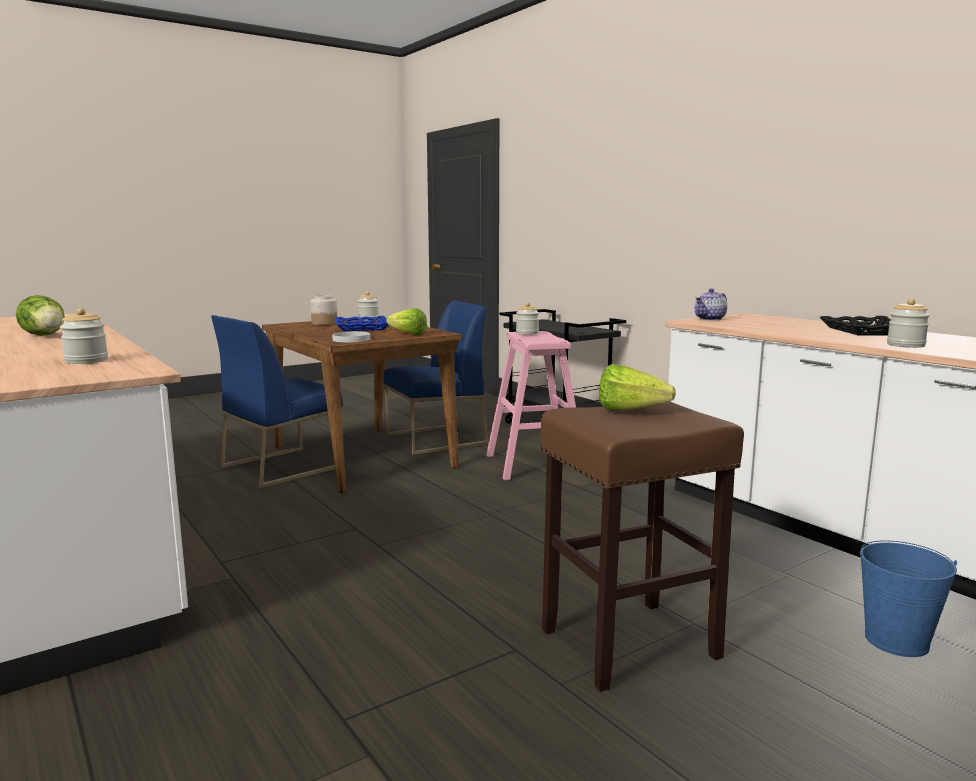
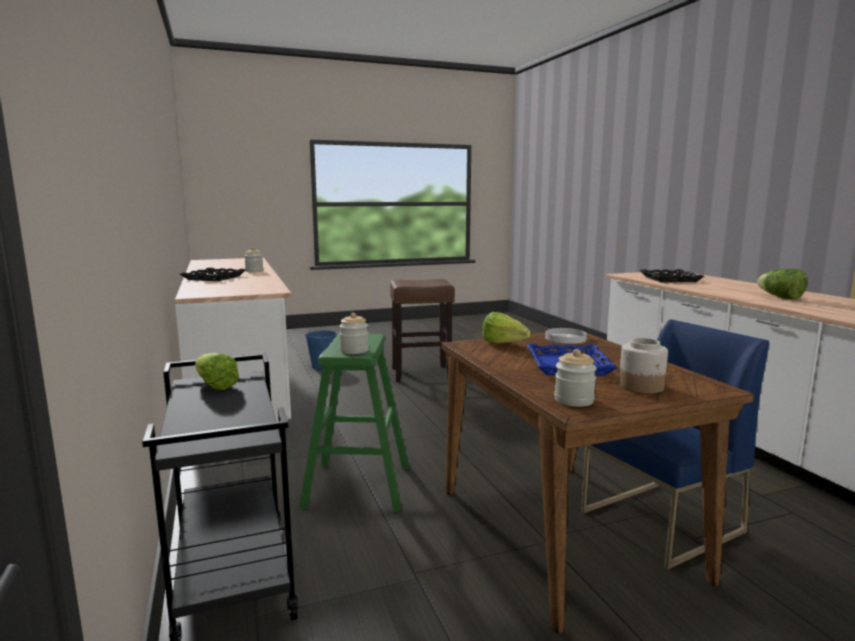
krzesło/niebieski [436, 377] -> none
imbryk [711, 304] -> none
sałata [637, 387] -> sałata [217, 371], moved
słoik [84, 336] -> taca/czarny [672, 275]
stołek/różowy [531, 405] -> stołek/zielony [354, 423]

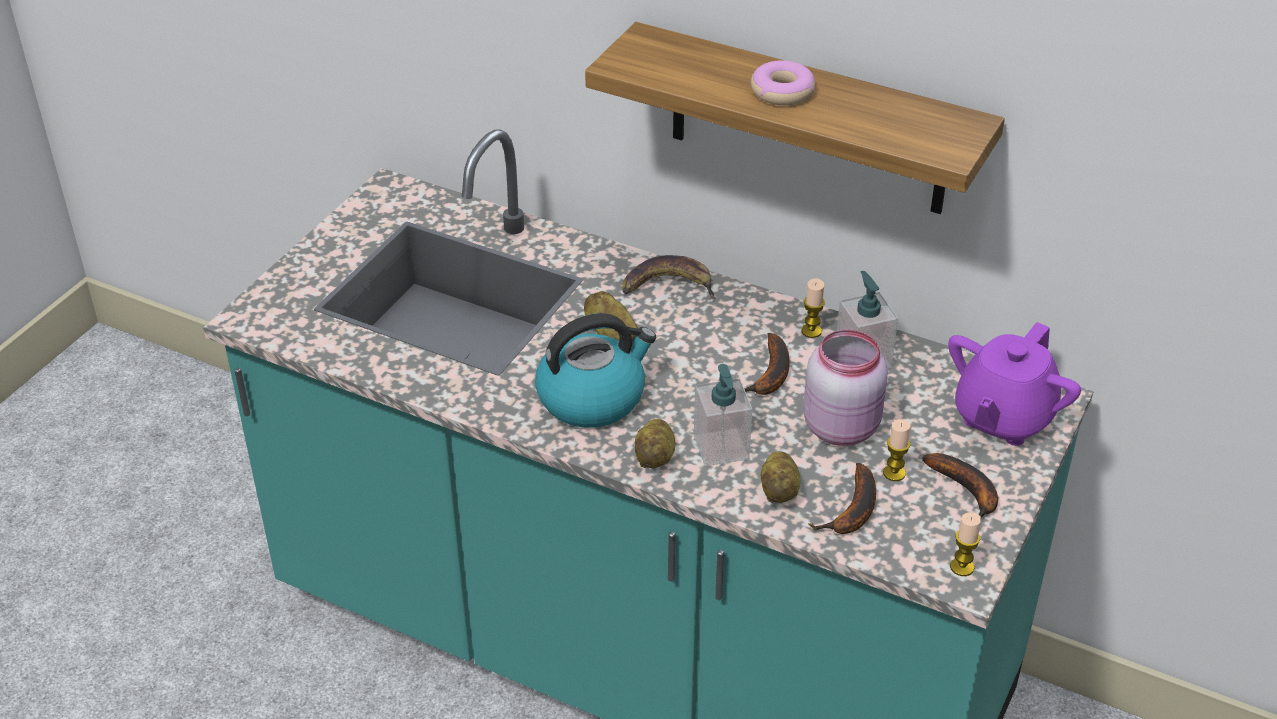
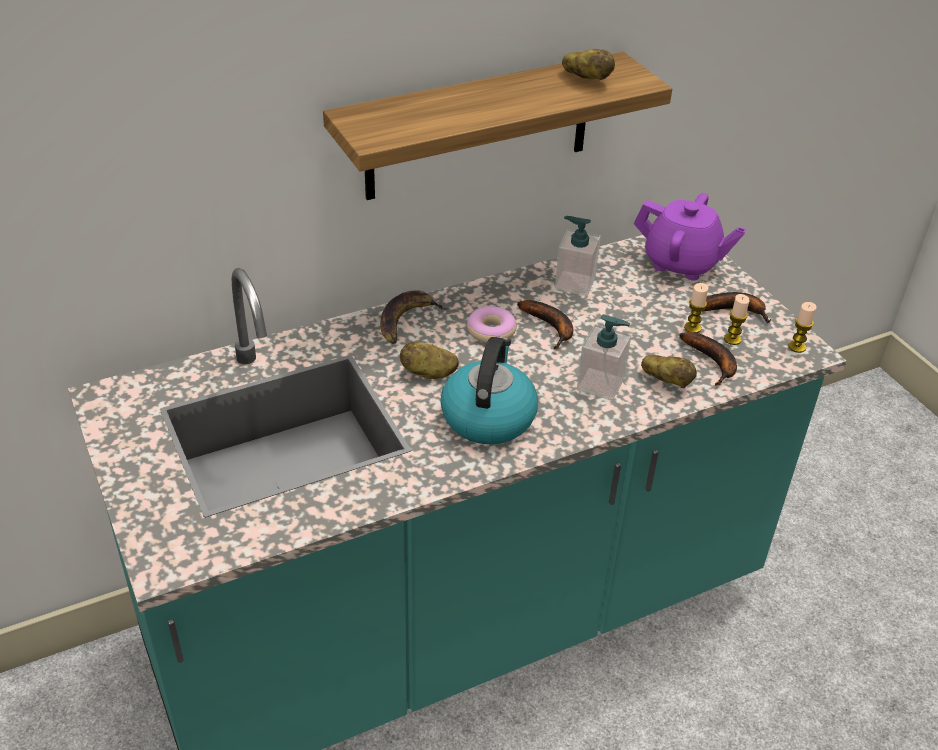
słoik/różowy [845, 387] -> none
ziemniak [655, 444] -> ziemniak [588, 64], moved
donut [783, 82] -> donut [492, 324], moved
świeca [813, 308] -> świeca [737, 319], moved
imbryk/fioletowy [1014, 384] -> imbryk/fioletowy [690, 237], 45 degrees counterclockwise

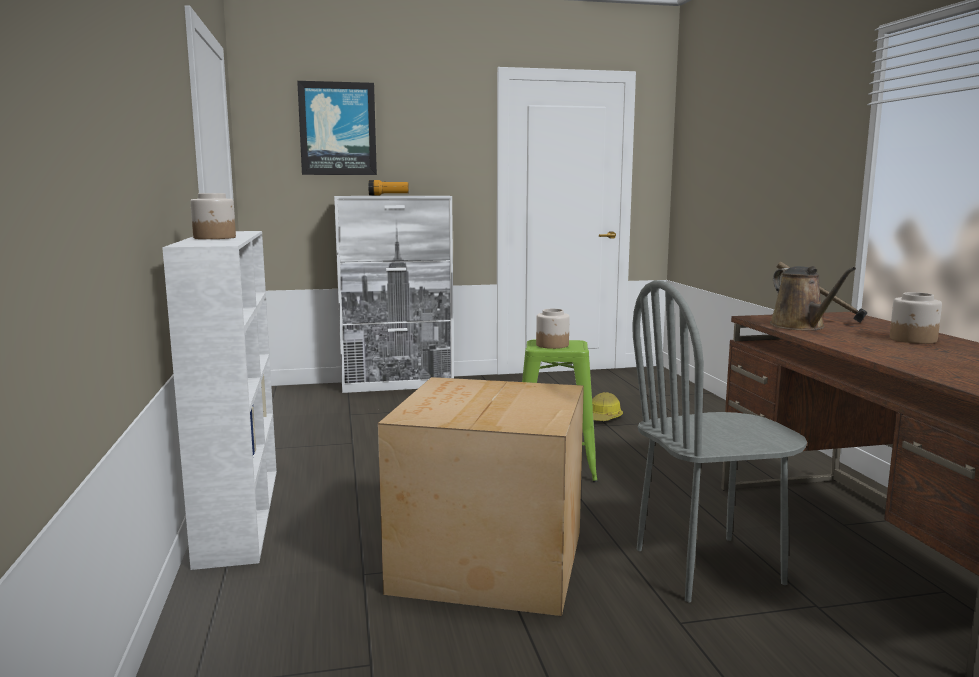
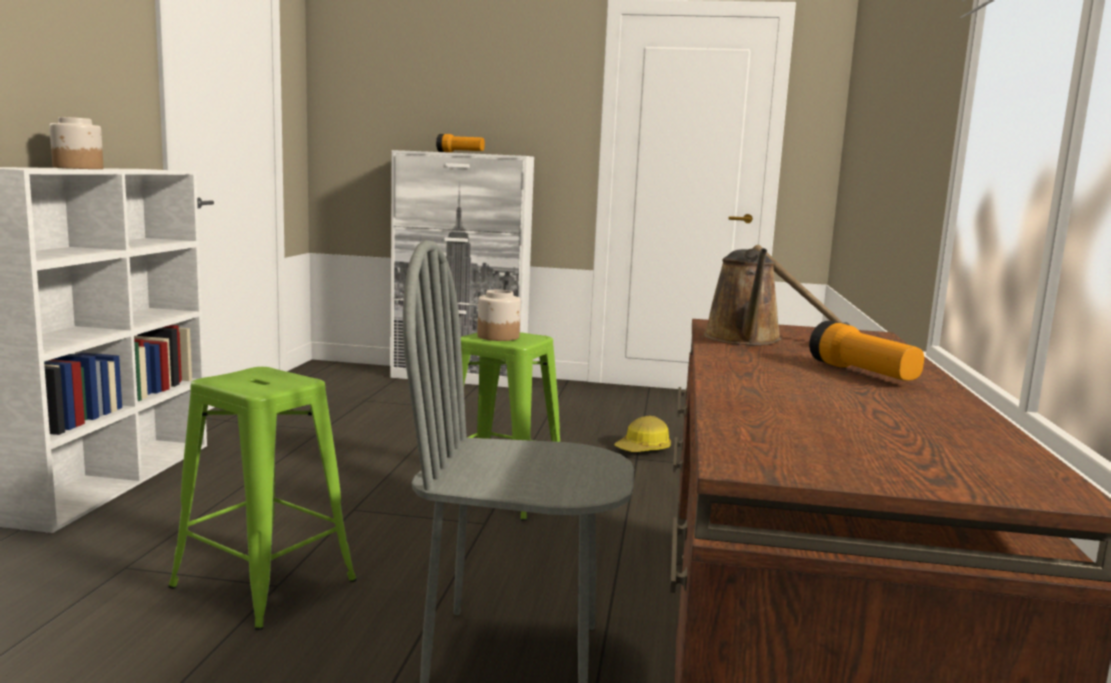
obraz [337, 128] -> none
karton [481, 496] -> stołek/zielony [262, 498]
słoik [916, 318] -> latarka [866, 351]

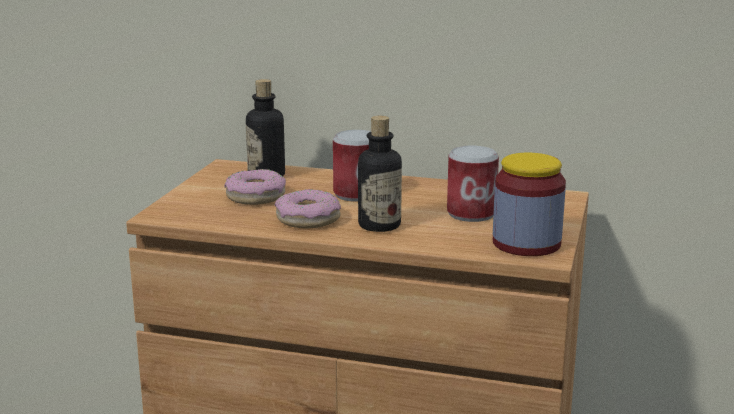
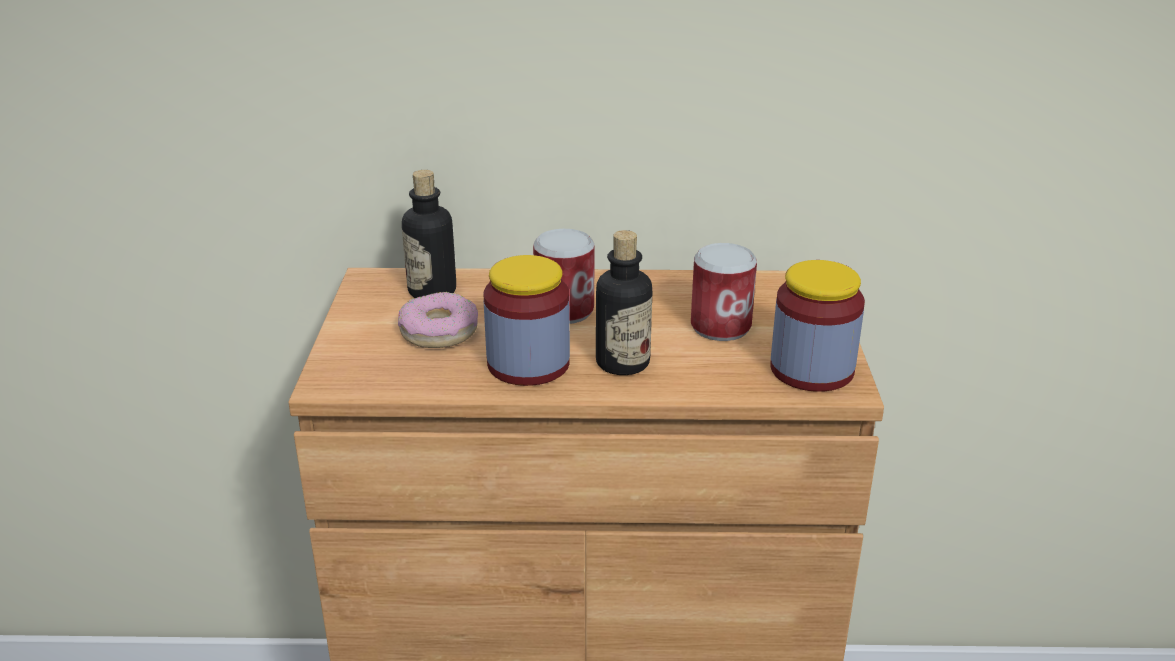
donut [308, 208] -> słoik [526, 320]

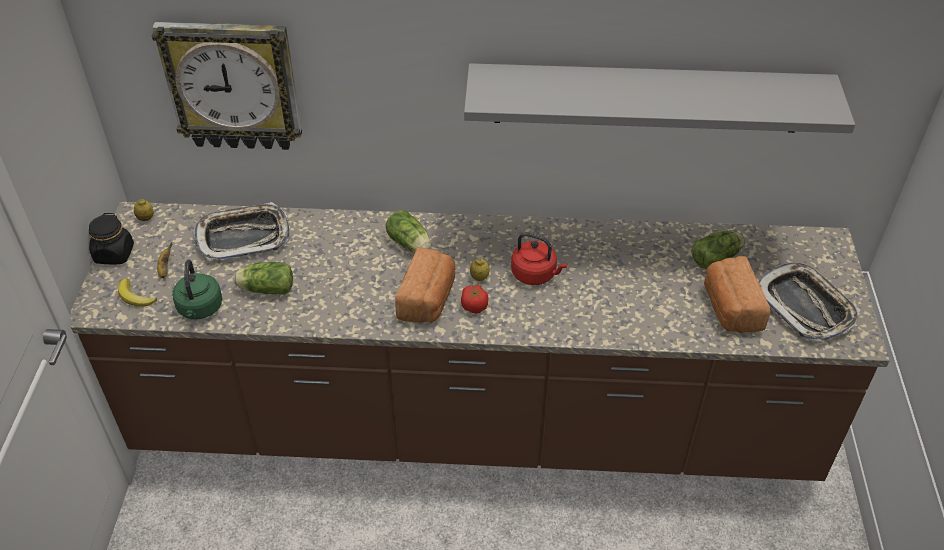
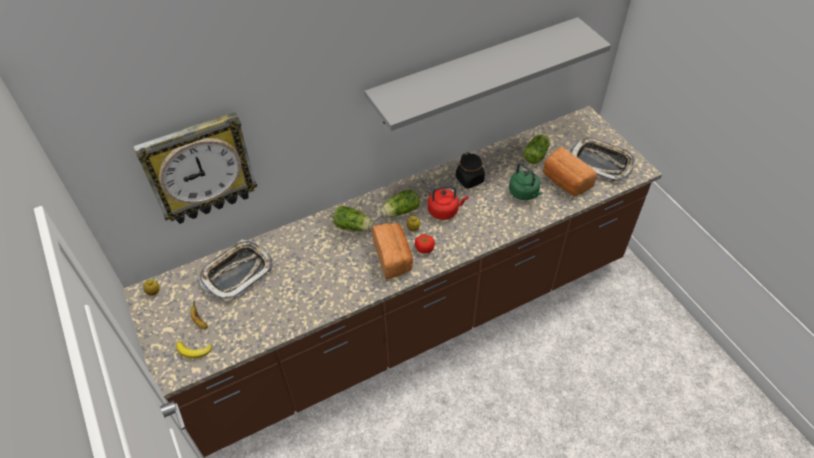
słoik/czarny [111, 238] -> słoik/czarny [470, 170], moved
czajnik/zielony [197, 289] -> czajnik/zielony [525, 181], moved
sałata [263, 278] -> sałata [400, 203], moved

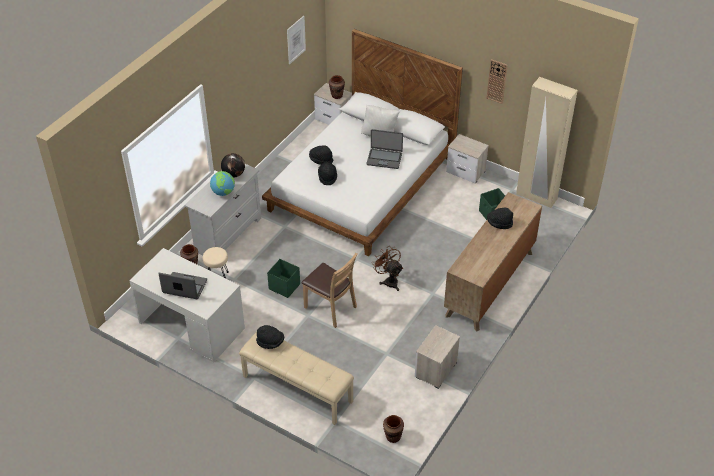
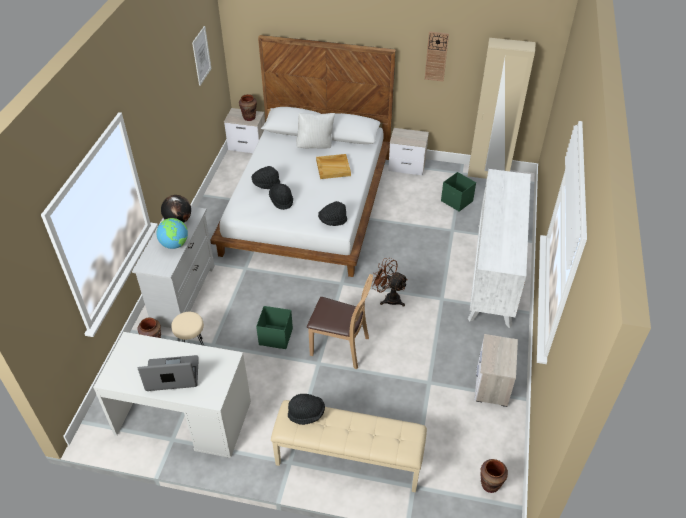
kapelusz/czarny [500, 218] -> kapelusz/czarny [332, 213], moved
laptop [384, 149] -> taca/beżowy [333, 166]
komoda/brązowy [493, 262] -> komoda/biały [499, 248]

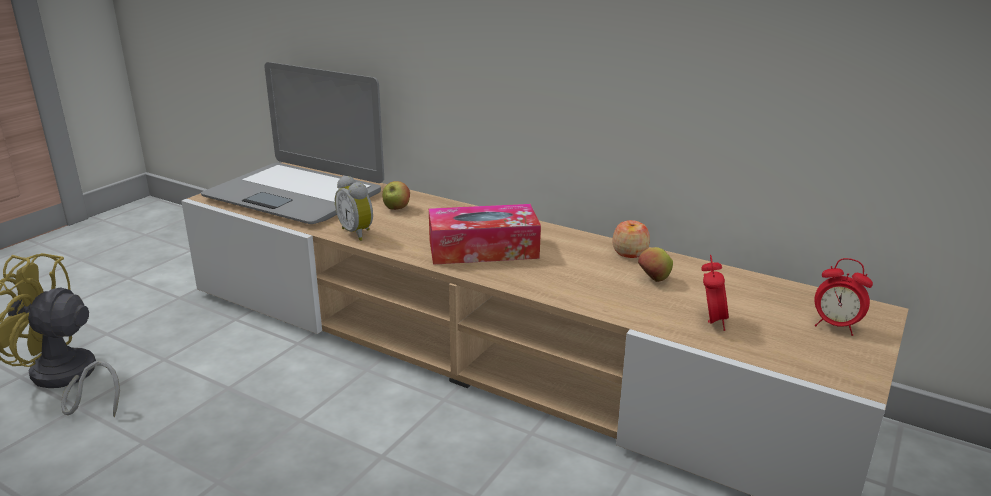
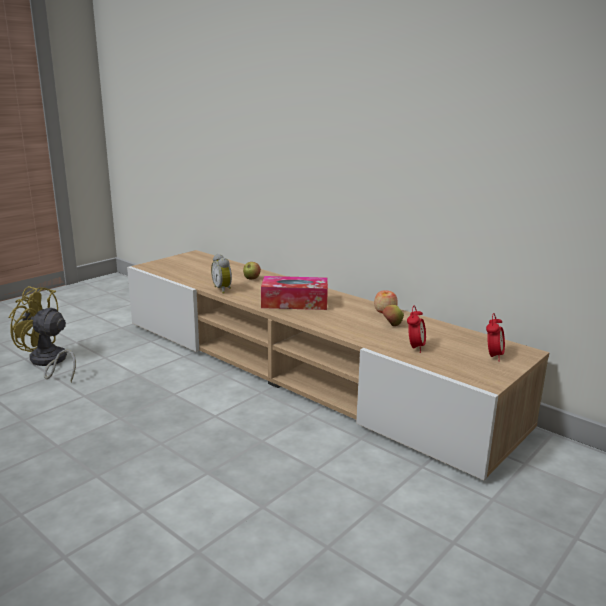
laptop [292, 143] -> none
budzik [844, 297] -> budzik [495, 337], 105 degrees counterclockwise

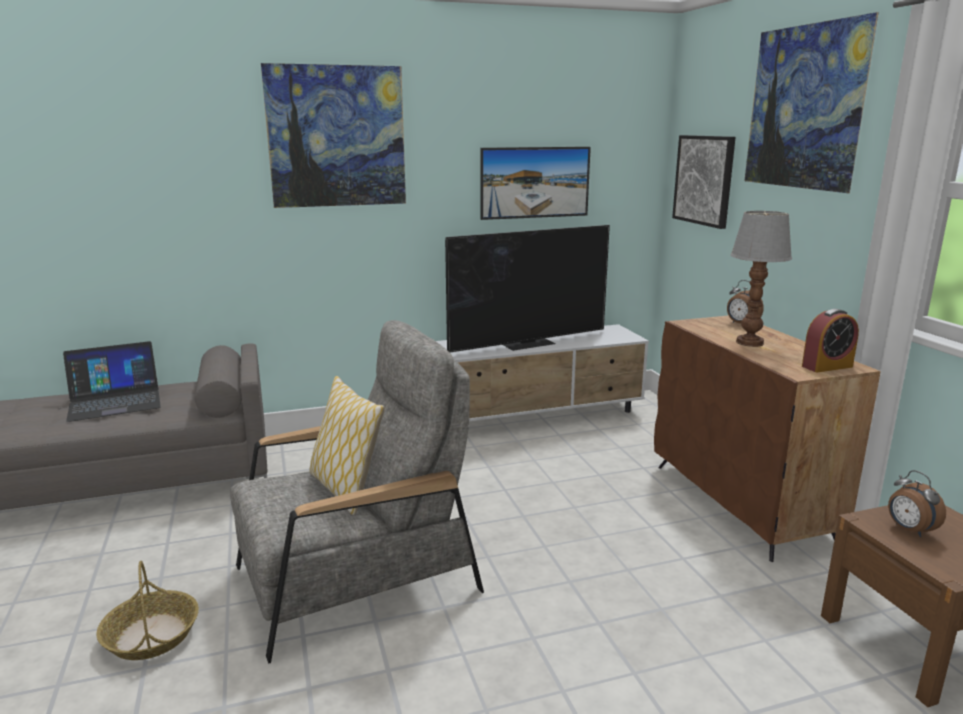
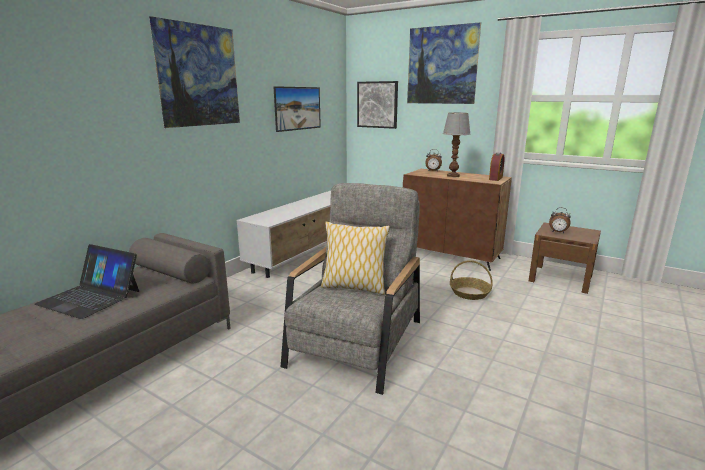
telewizor [527, 288] -> none
koszyk [148, 610] -> koszyk [471, 280], moved
laptop [112, 381] -> laptop [86, 281], 90 degrees clockwise

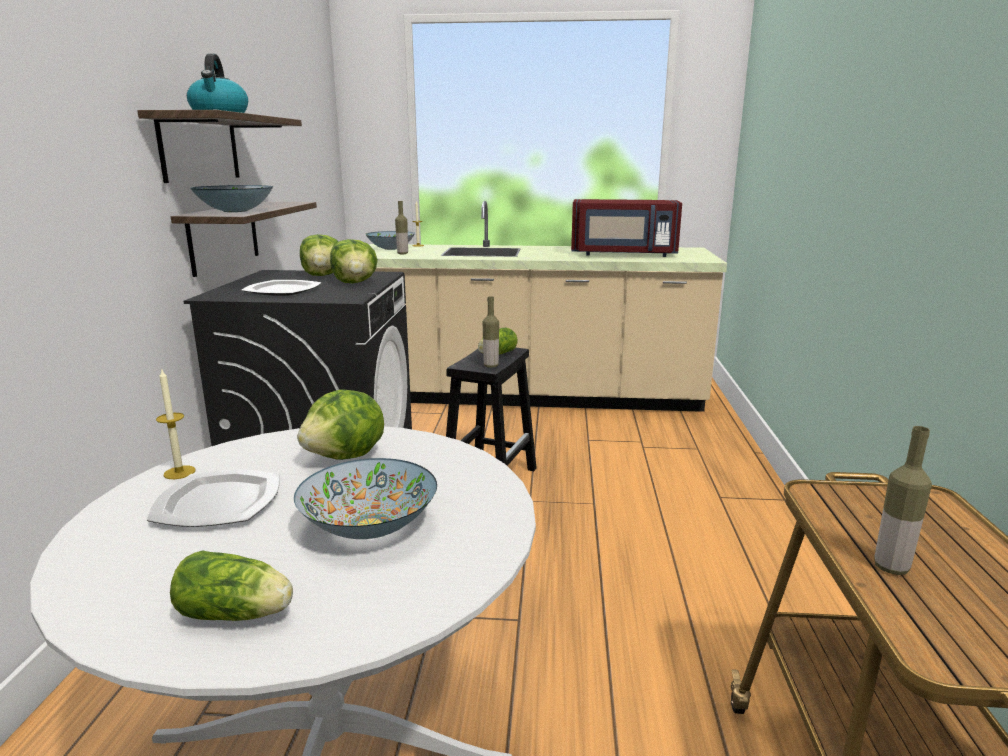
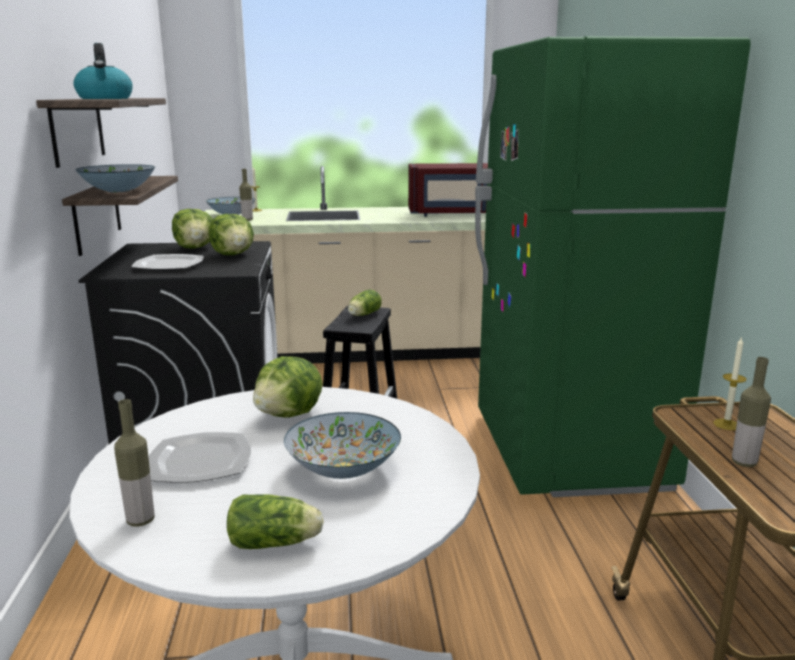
none -> lodówka/zielony [613, 266]
świeca [176, 423] -> świeca [730, 383], moved
butelka [491, 332] -> butelka [134, 463], moved

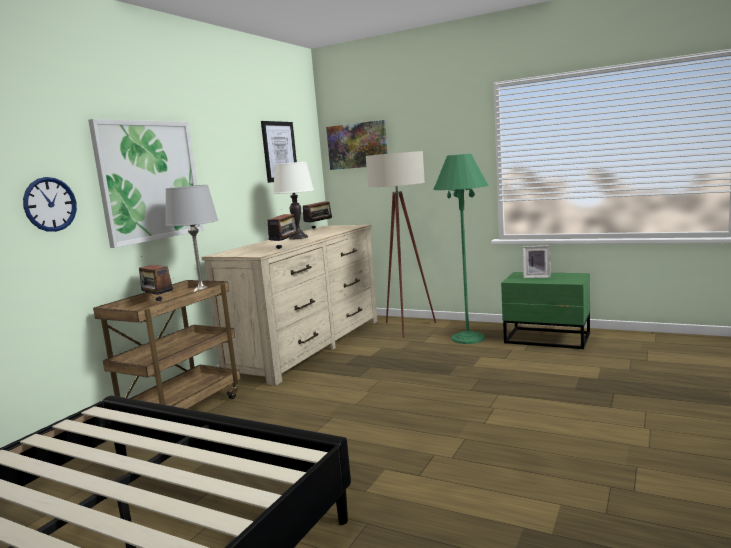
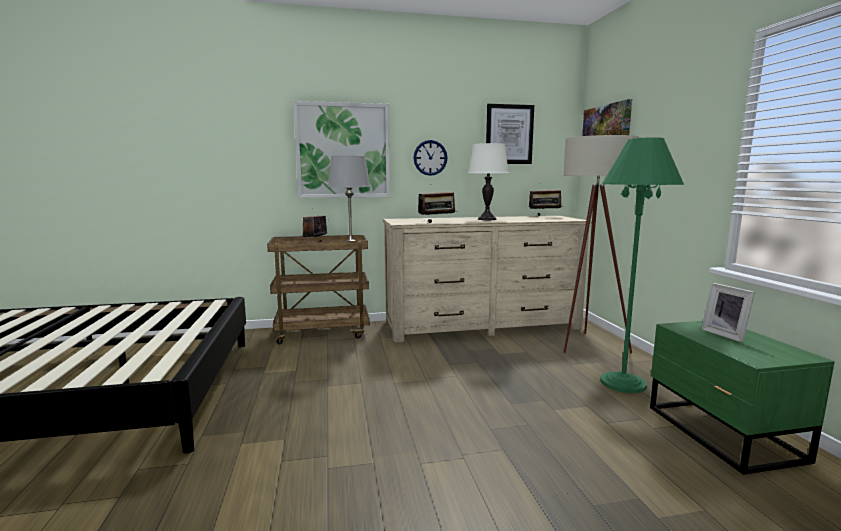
zegar ścienny [50, 204] -> zegar ścienny [430, 158], moved

